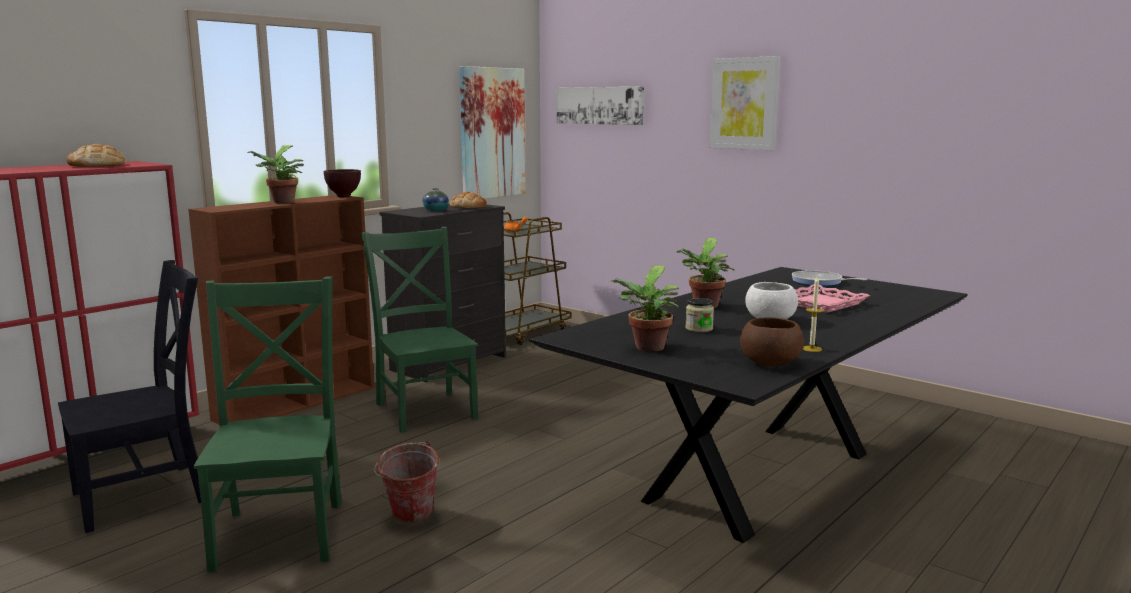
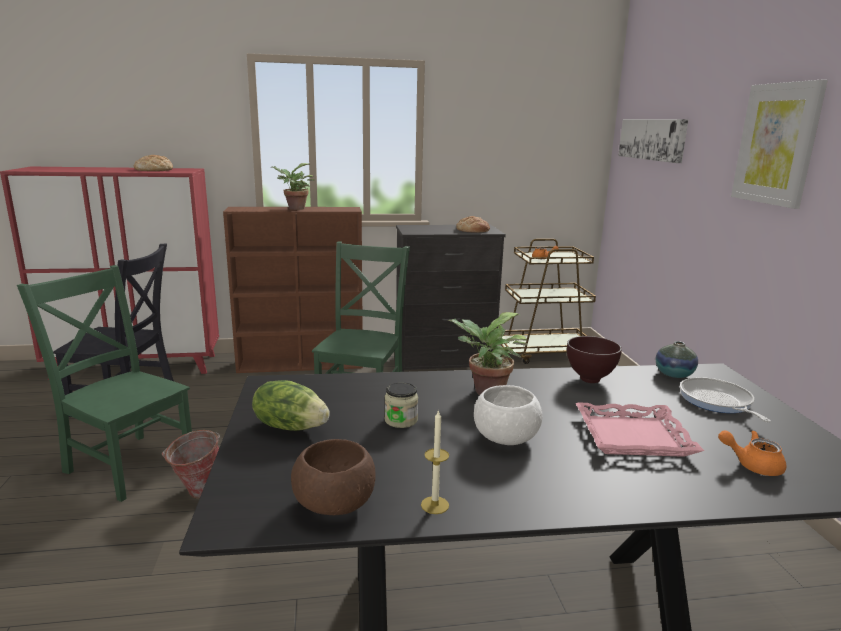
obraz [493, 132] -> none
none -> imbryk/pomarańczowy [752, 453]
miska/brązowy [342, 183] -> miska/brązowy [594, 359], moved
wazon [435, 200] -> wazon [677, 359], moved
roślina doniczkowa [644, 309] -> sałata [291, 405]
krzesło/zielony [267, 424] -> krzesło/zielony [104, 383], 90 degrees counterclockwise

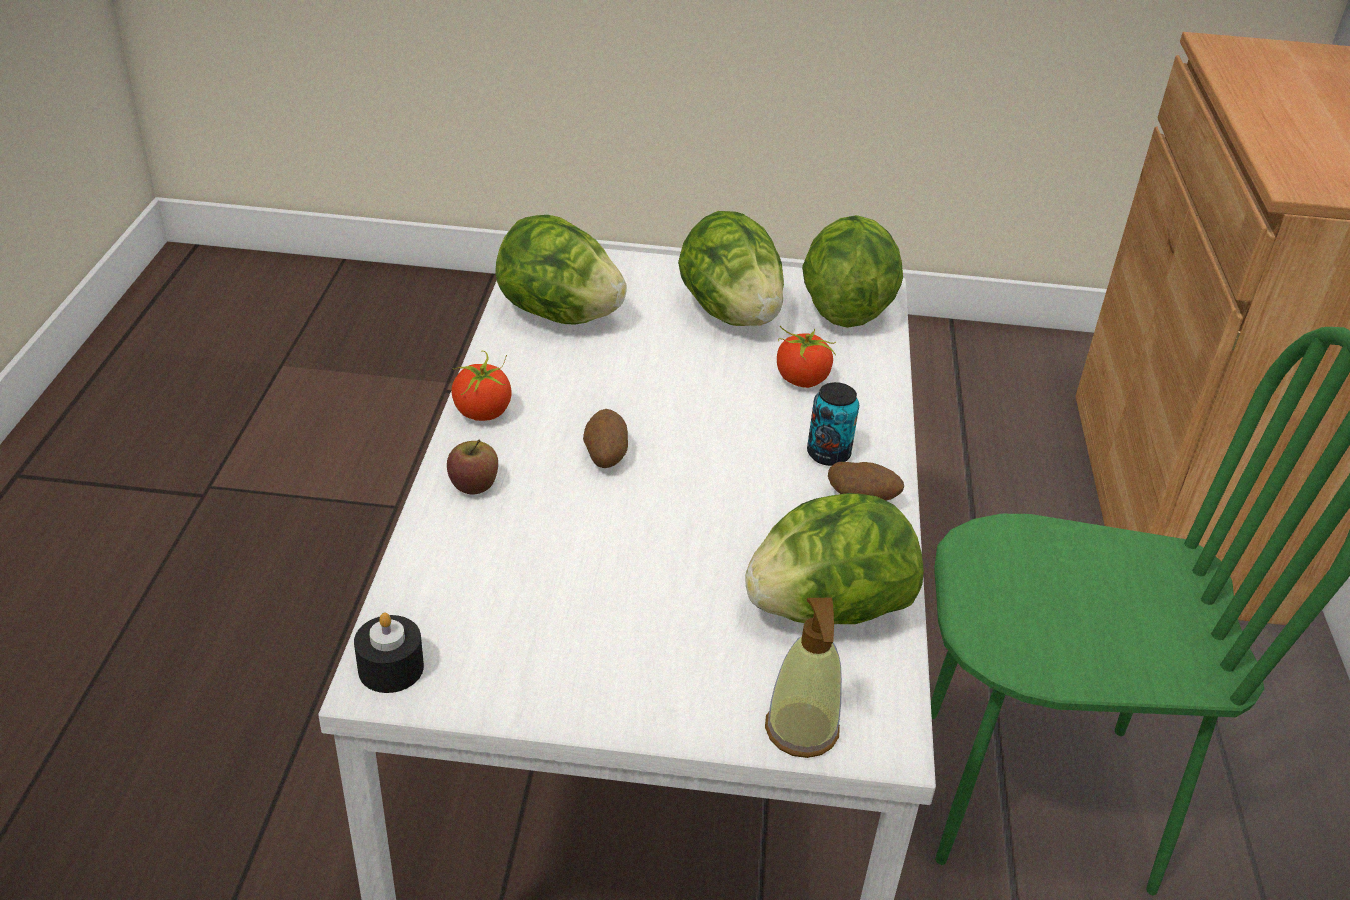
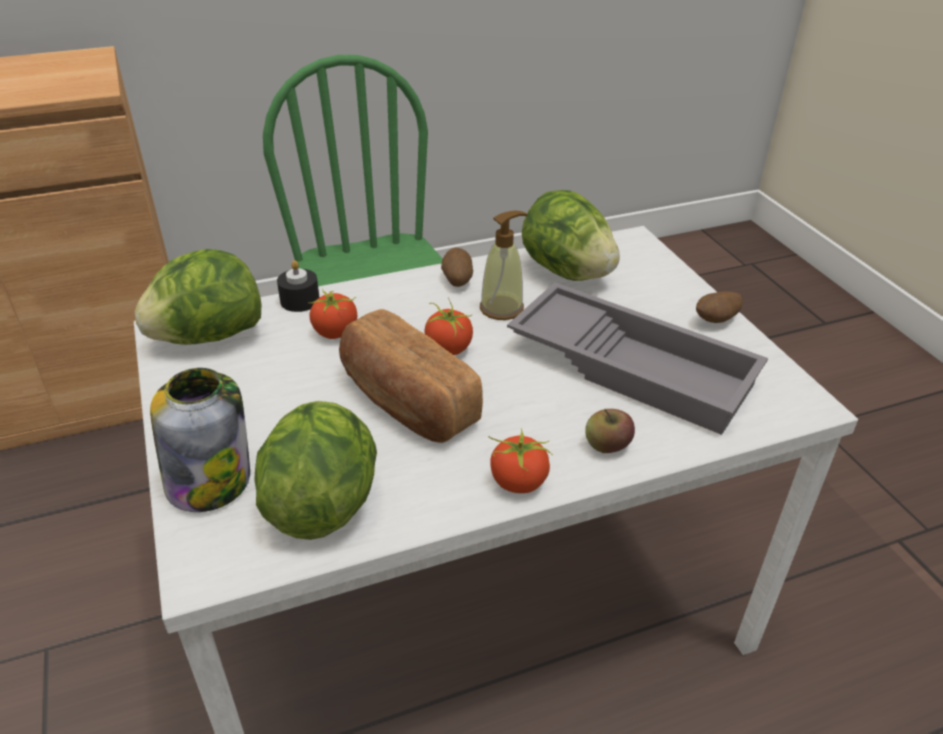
sałata [731, 268] -> none
puszka [833, 424] -> none
none -> słoik [200, 440]
none -> chleb [411, 376]
none -> pomidor [449, 326]
none -> taca/szary [637, 358]
świeca/czarny [389, 652] -> świeca/czarny [298, 286], moved
ziemniak [605, 438] -> ziemniak [719, 307], moved
dozownik mydła [803, 678] -> dozownik mydła [504, 265], moved

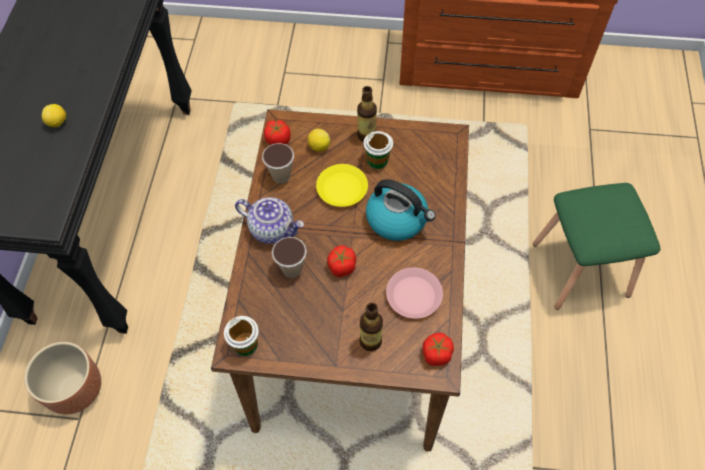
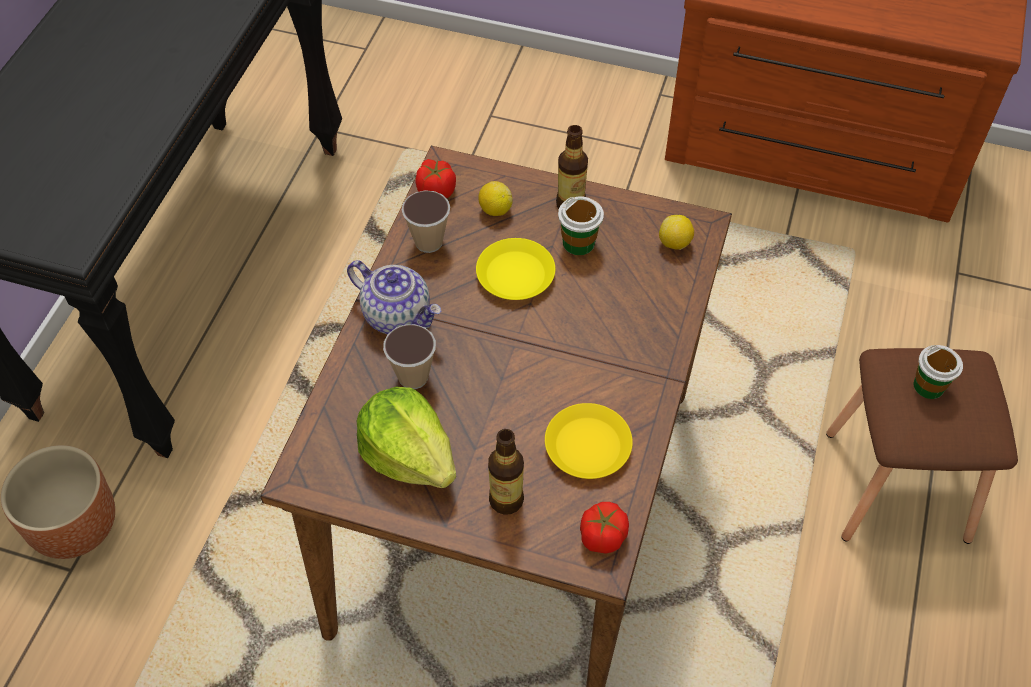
pomidor [341, 261] -> none
czajnik [401, 210] -> none
none -> sałata [406, 437]
cytryna [54, 115] -> cytryna [676, 232], moved
filiżanka [241, 336] -> filiżanka [938, 372], moved
talerz/różowy [414, 293] -> talerz/żółty [589, 441]
stołek/zielony [596, 246] -> stołek/brązowy [922, 446]

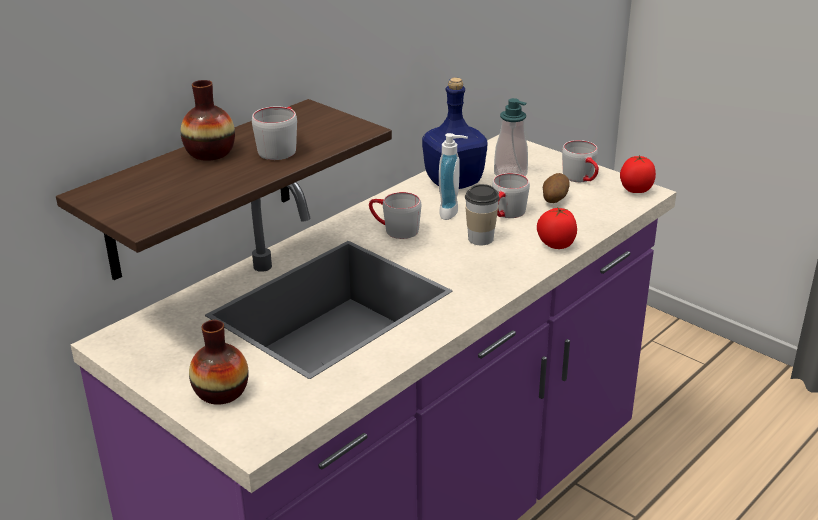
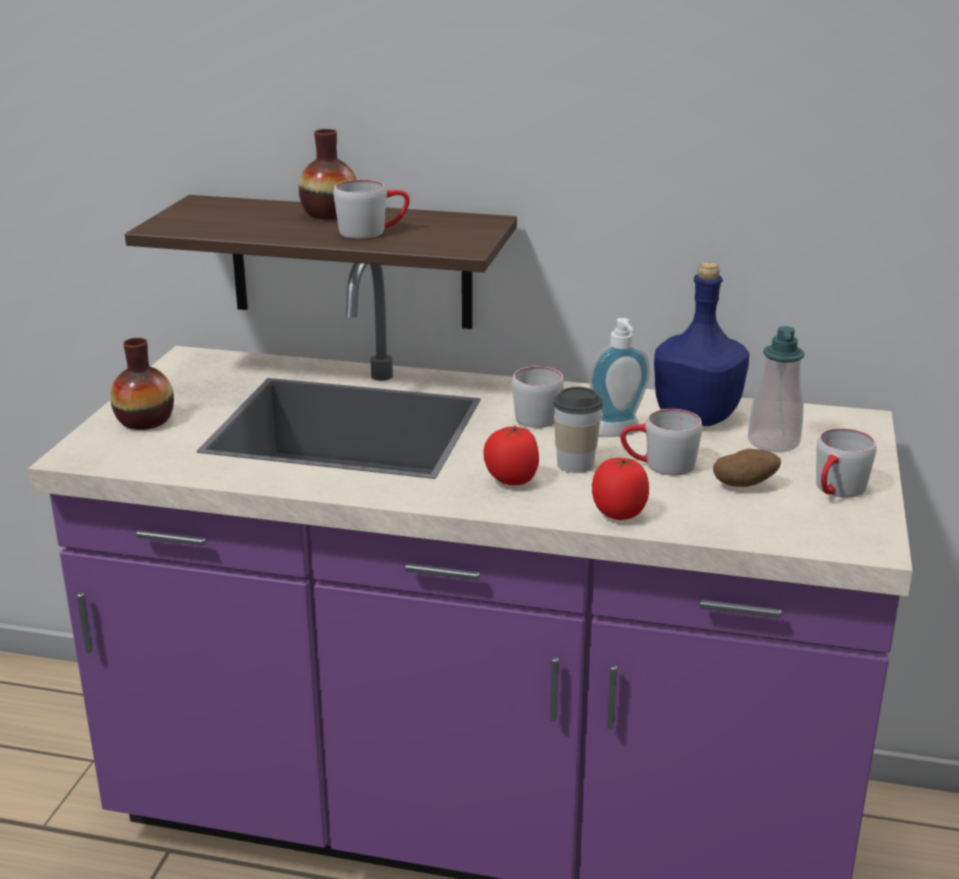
pomidor [638, 174] -> pomidor [511, 455], moved

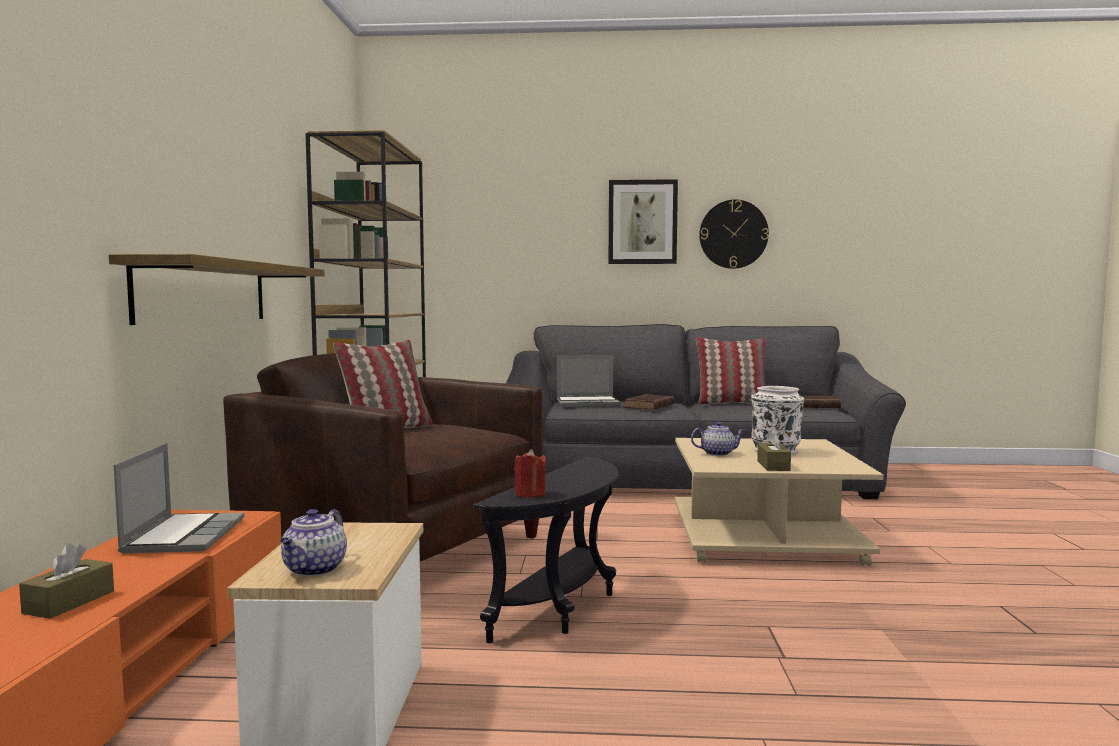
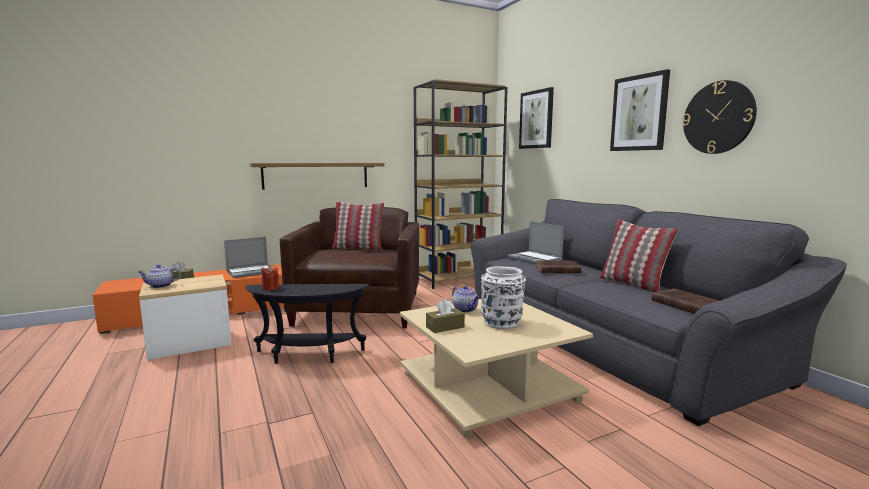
none -> obraz [536, 118]

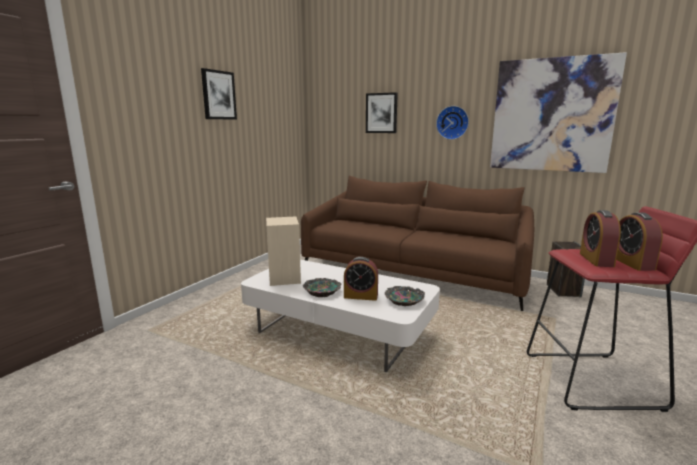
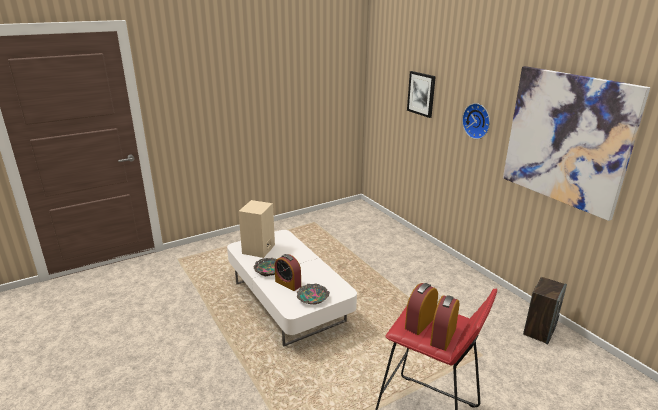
obraz [219, 94] -> none
kanapa/brązowy [417, 243] -> none

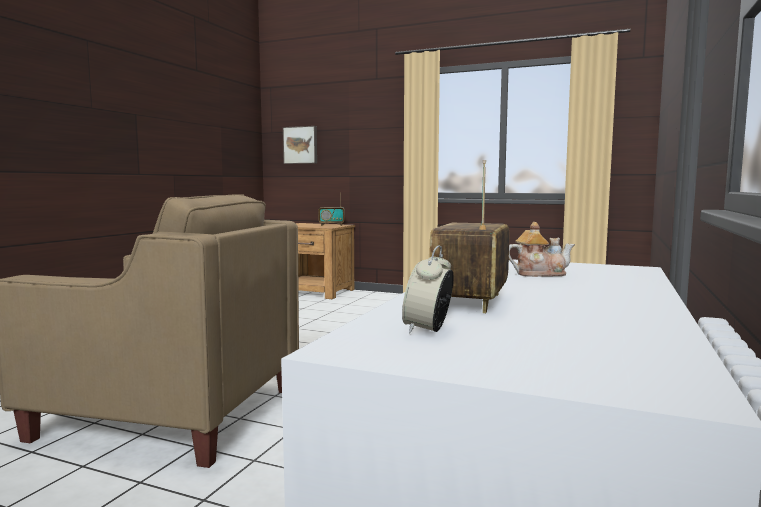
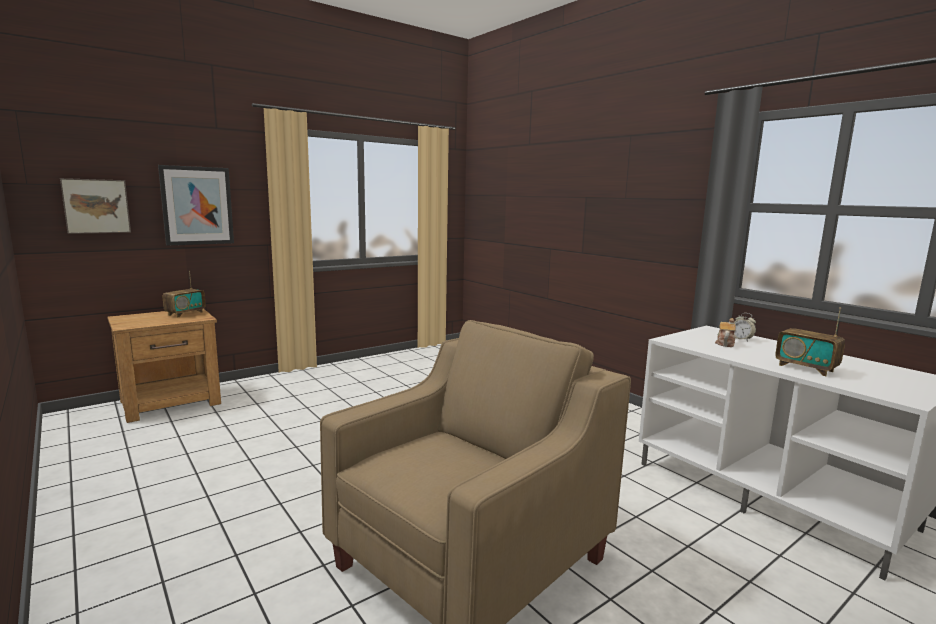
none -> obraz [196, 205]
budzik [427, 289] -> budzik [745, 327], moved

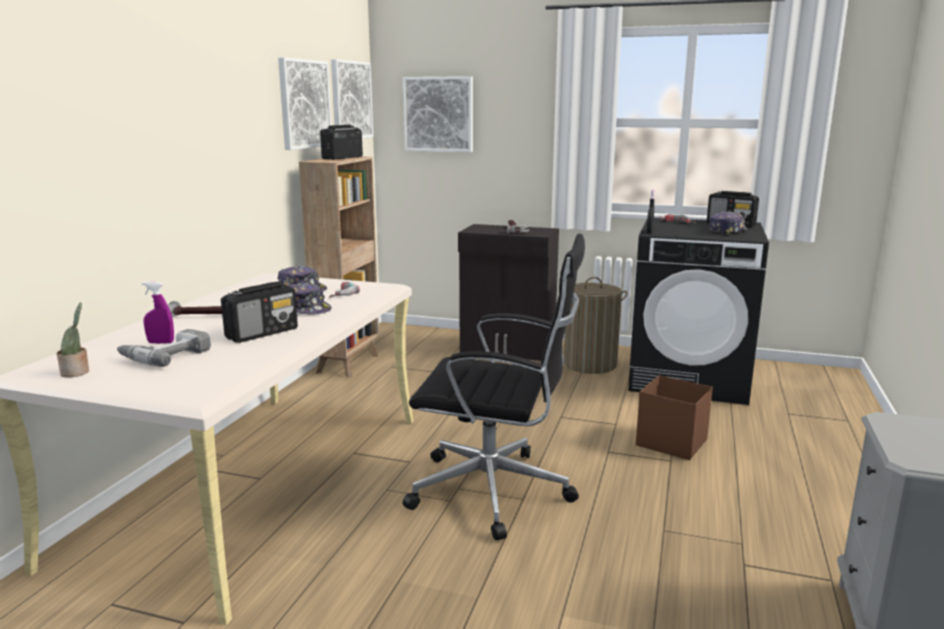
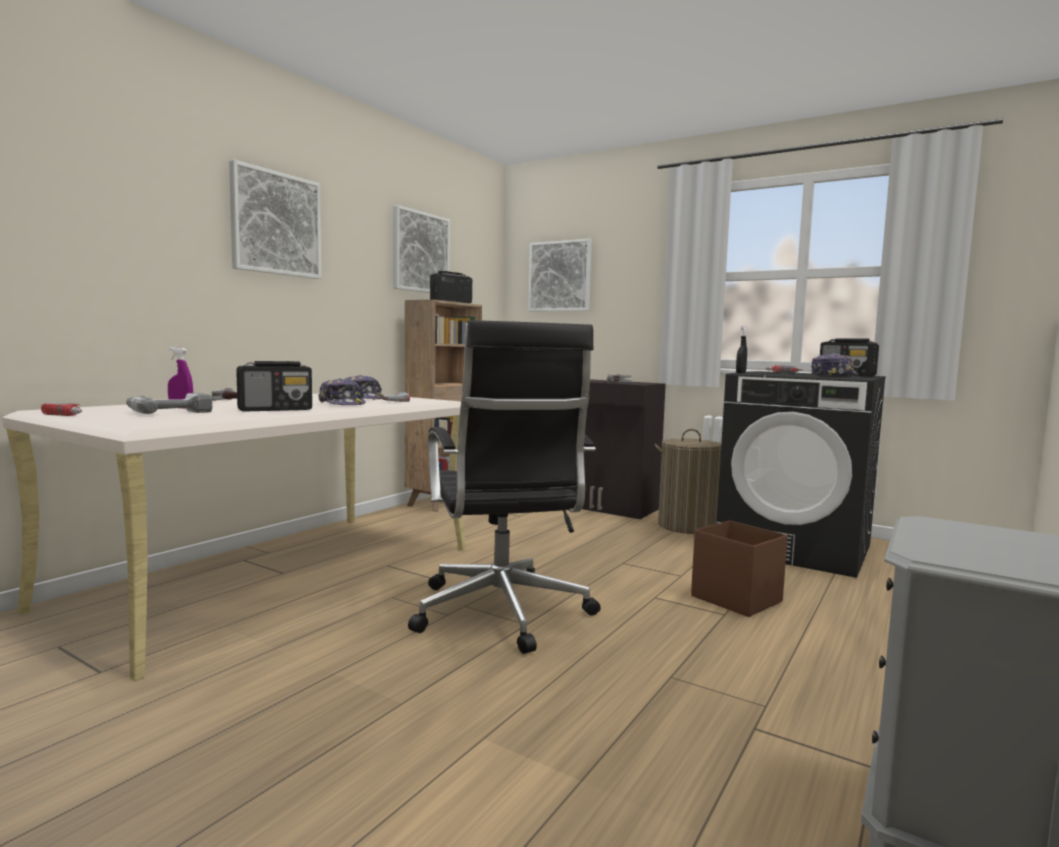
obraz [352, 98] -> obraz [275, 219], moved
roślina doniczkowa [73, 339] -> wiertarka [61, 409]
krzesło biurowe/czarny [494, 387] -> krzesło biurowe/czarny [504, 487], 45 degrees clockwise

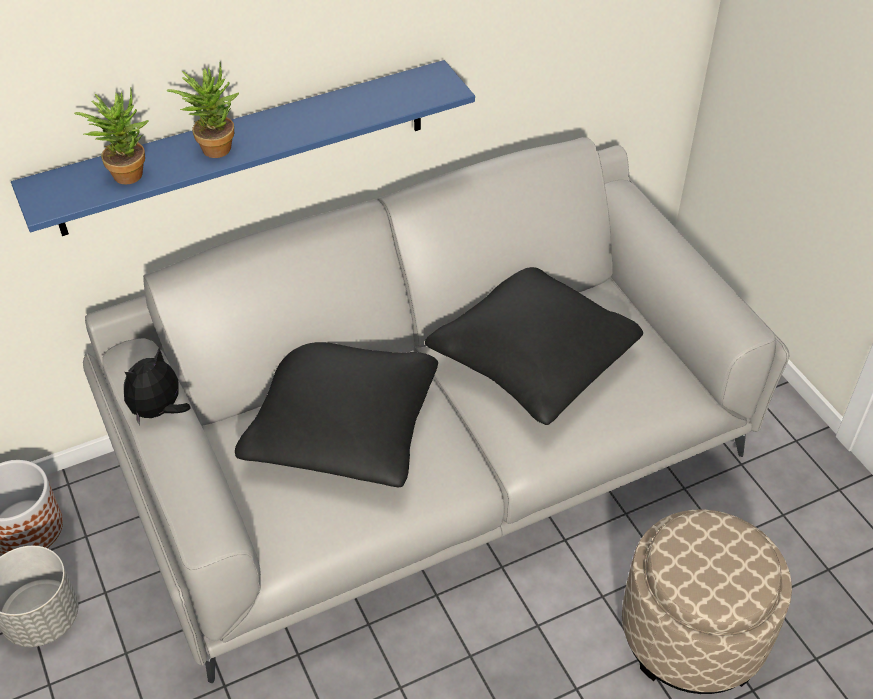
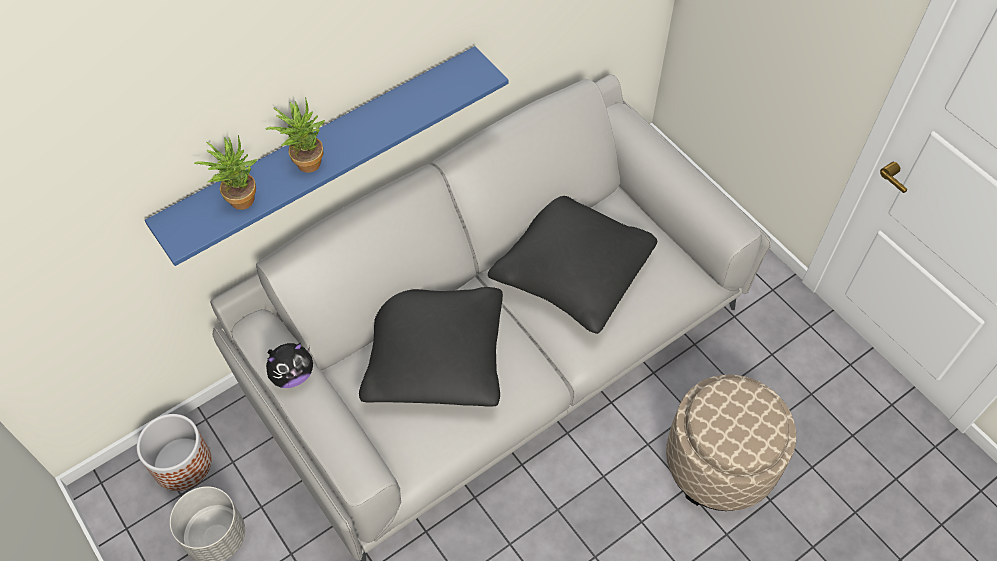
pluszak [157, 386] -> pluszak [289, 365], 150 degrees counterclockwise

